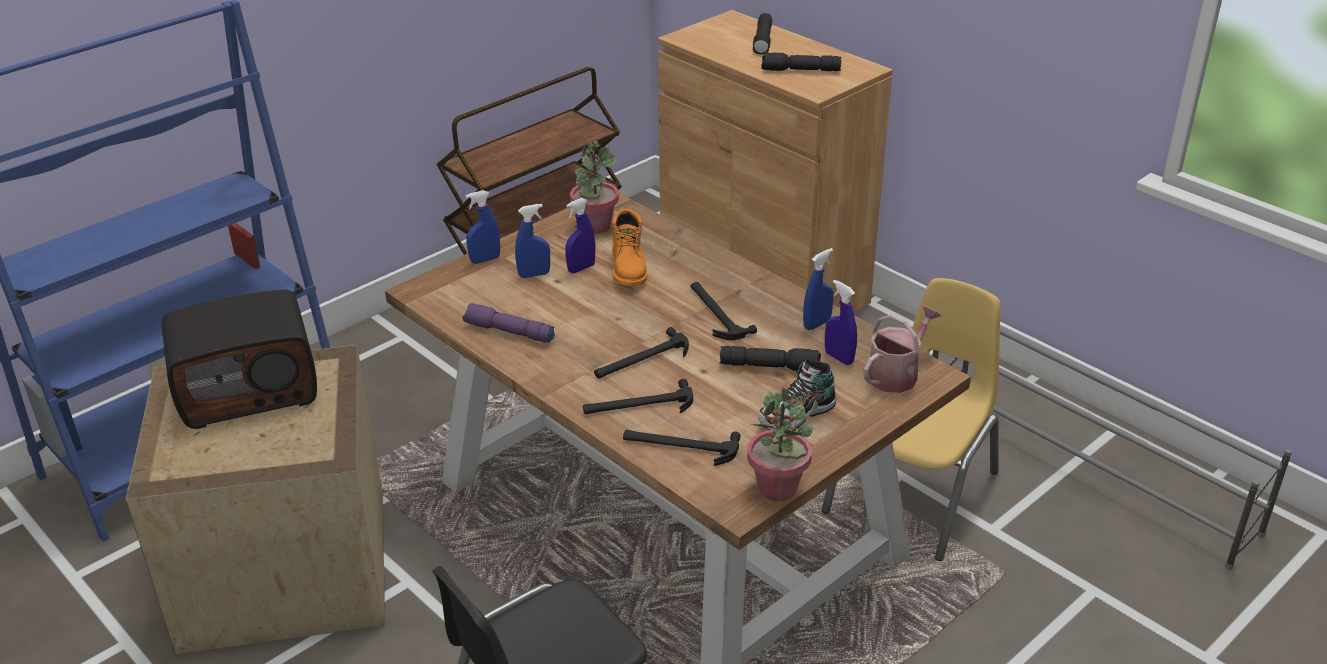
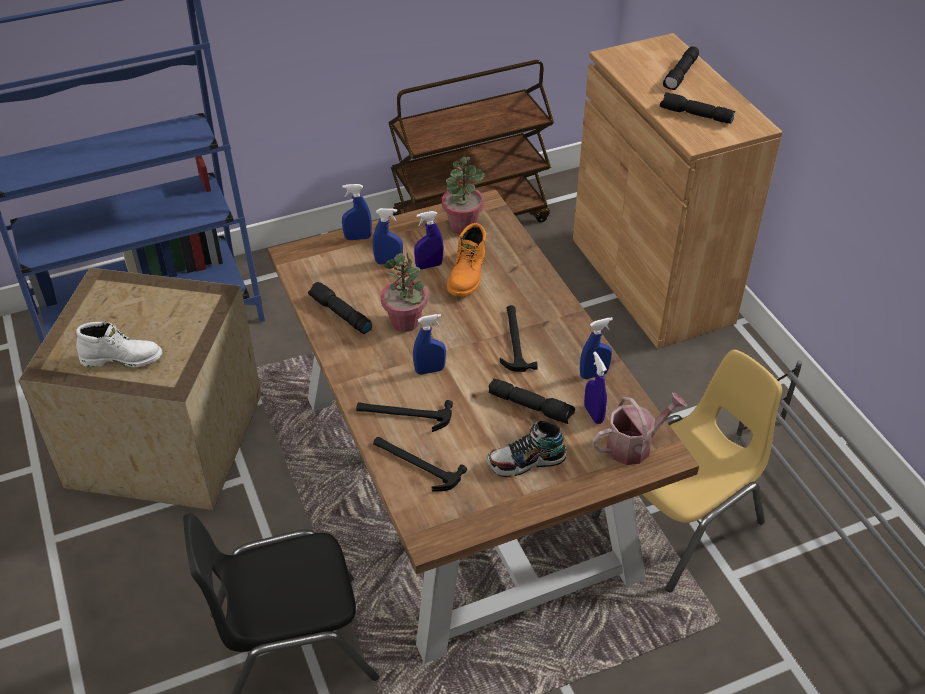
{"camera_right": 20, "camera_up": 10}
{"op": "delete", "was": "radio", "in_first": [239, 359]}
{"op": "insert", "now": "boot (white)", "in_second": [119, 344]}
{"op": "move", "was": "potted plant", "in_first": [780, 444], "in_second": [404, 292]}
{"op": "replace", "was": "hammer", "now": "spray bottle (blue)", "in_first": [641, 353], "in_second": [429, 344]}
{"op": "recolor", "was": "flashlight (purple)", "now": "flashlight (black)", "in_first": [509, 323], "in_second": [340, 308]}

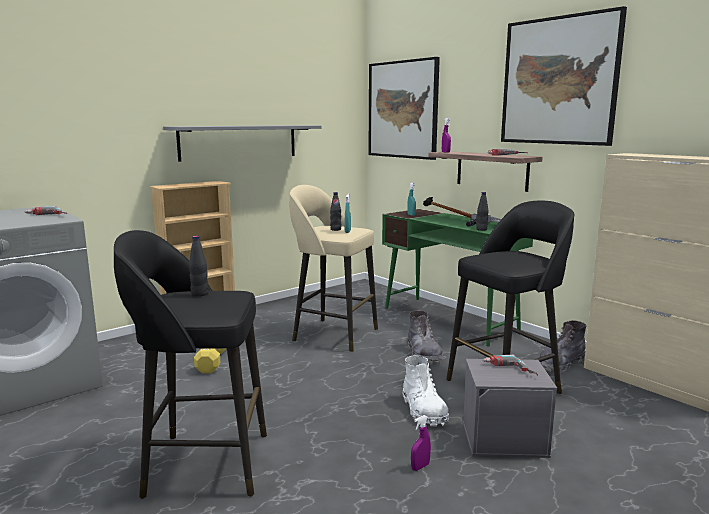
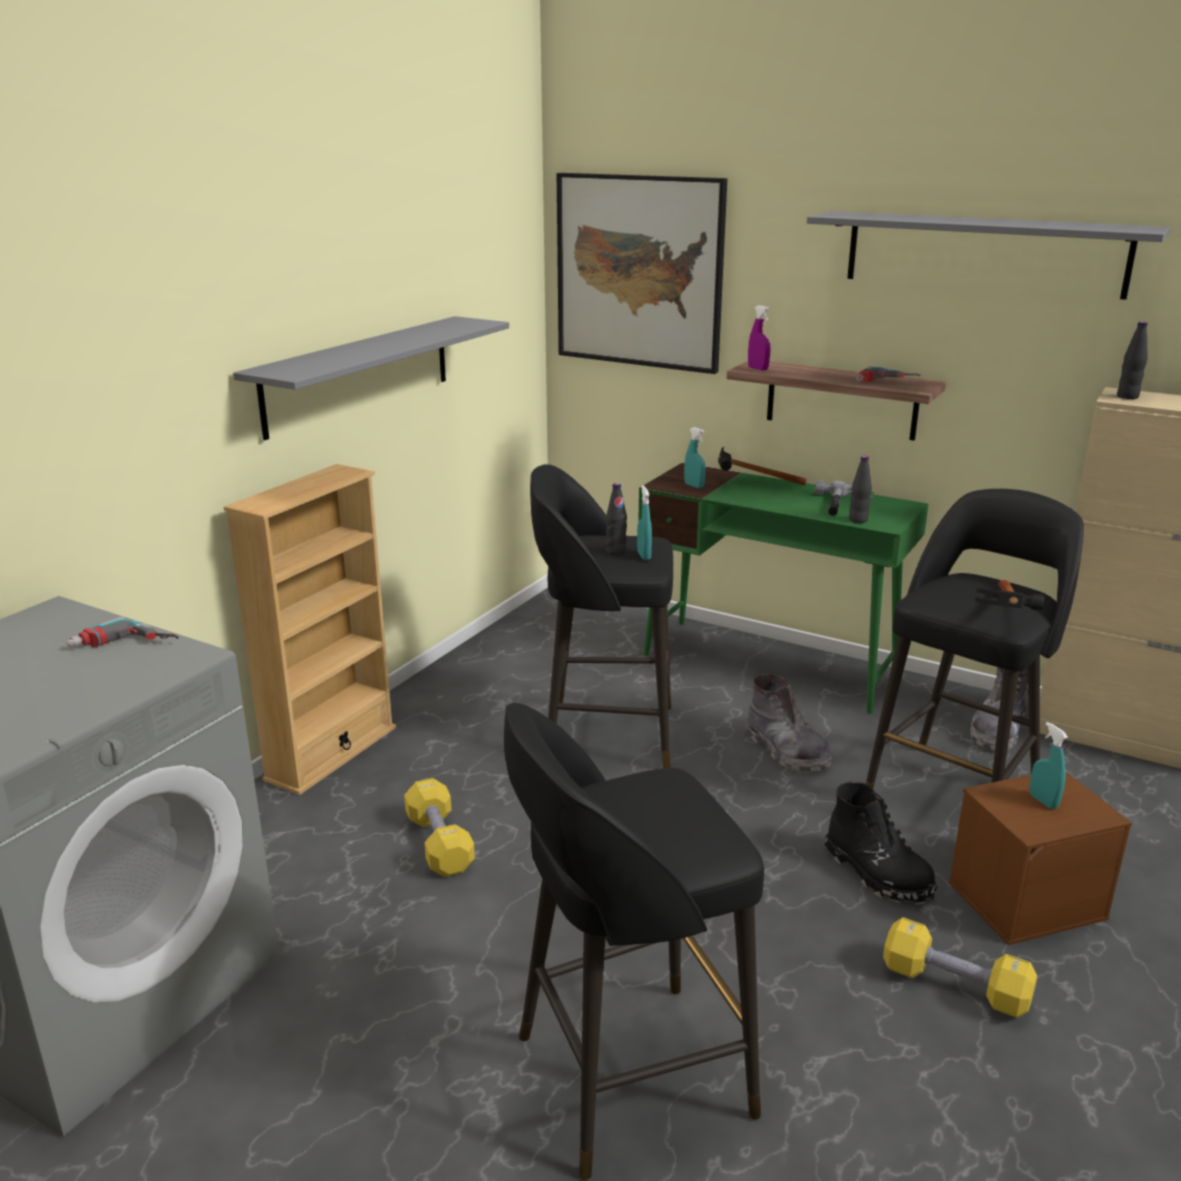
{"camera_right": -20, "camera_up": 10}
{"op": "insert", "now": "hammer", "in_second": [1009, 595]}
{"op": "move", "was": "bottle (black)", "in_first": [198, 266], "in_second": [1132, 360]}
{"op": "replace", "was": "spray bottle (purple)", "now": "dumbbell (yellow)", "in_first": [421, 443], "in_second": [960, 967]}
{"op": "replace", "was": "power drill", "now": "spray bottle (turquoise)", "in_first": [510, 365], "in_second": [1049, 765]}
{"op": "replace", "was": "picture", "now": "shelf (grey)", "in_first": [564, 76], "in_second": [989, 255]}
{"op": "recolor", "was": "stool (beige)", "now": "stool (black)", "in_first": [333, 268], "in_second": [601, 616]}
{"op": "recolor", "was": "boot (white)", "now": "boot (black)", "in_first": [426, 391], "in_second": [881, 843]}
{"op": "recolor", "was": "storage box (grey)", "now": "storage box (brown)", "in_first": [510, 408], "in_second": [1040, 858]}

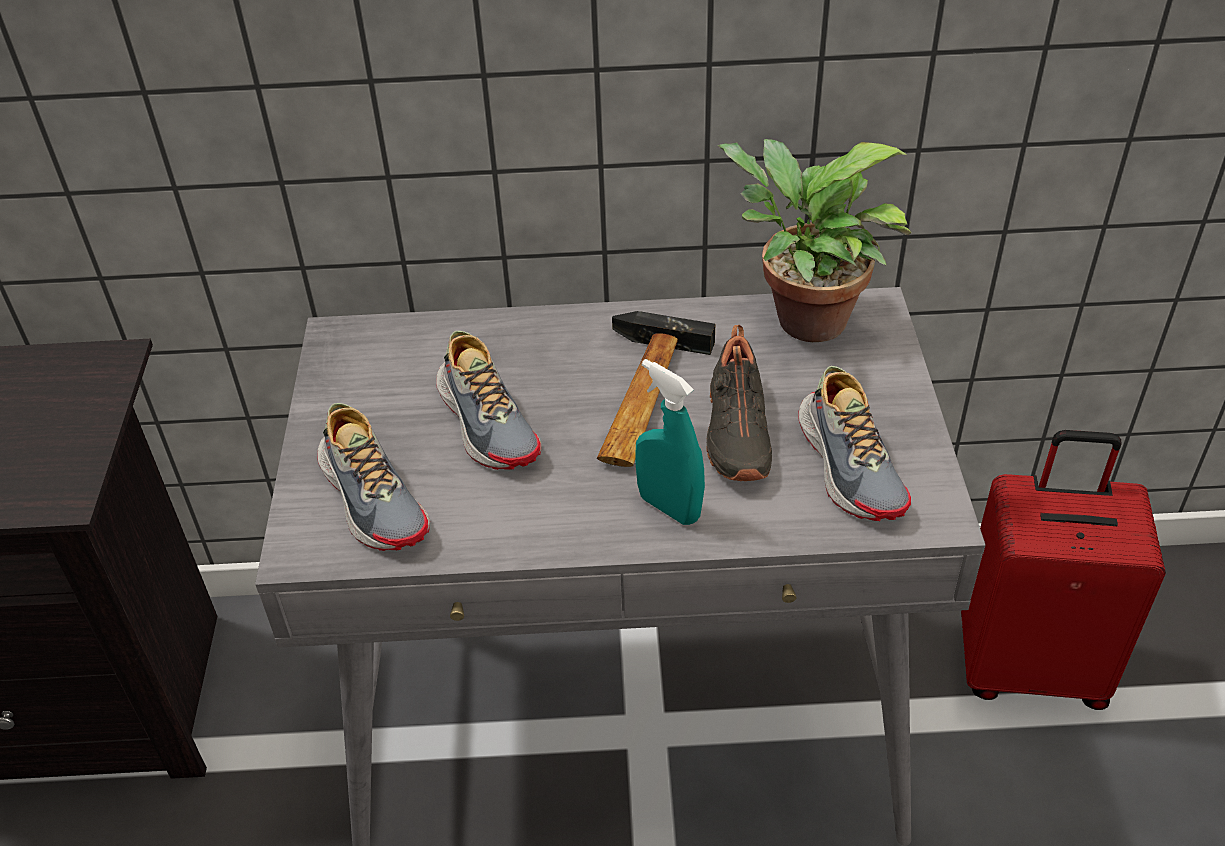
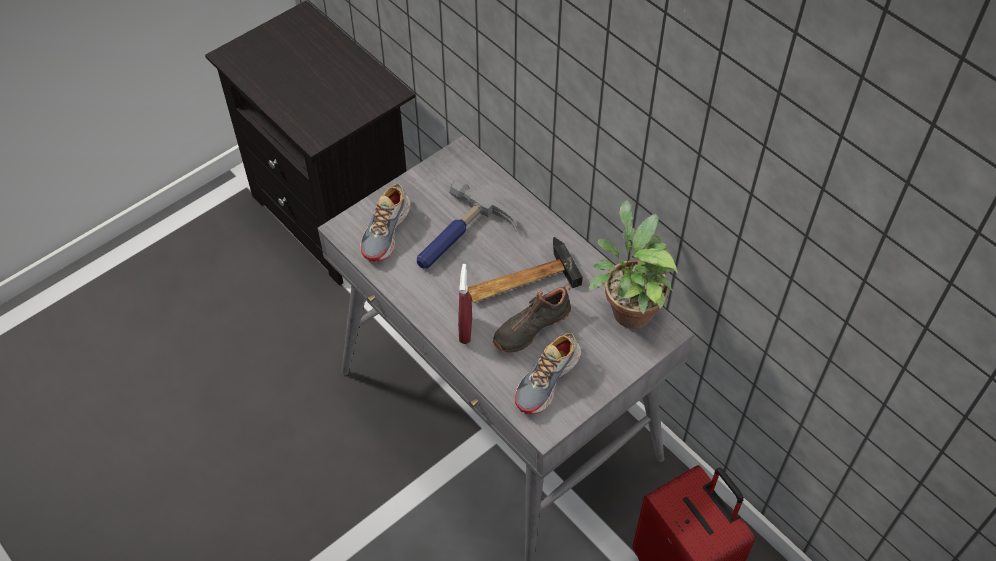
{"camera_right": 50, "camera_up": 10}
{"op": "replace", "was": "shoe", "now": "hammer", "in_first": [489, 400], "in_second": [467, 224]}
{"op": "recolor", "was": "spray bottle (turquoise)", "now": "spray bottle (red)", "in_first": [670, 442], "in_second": [465, 304]}

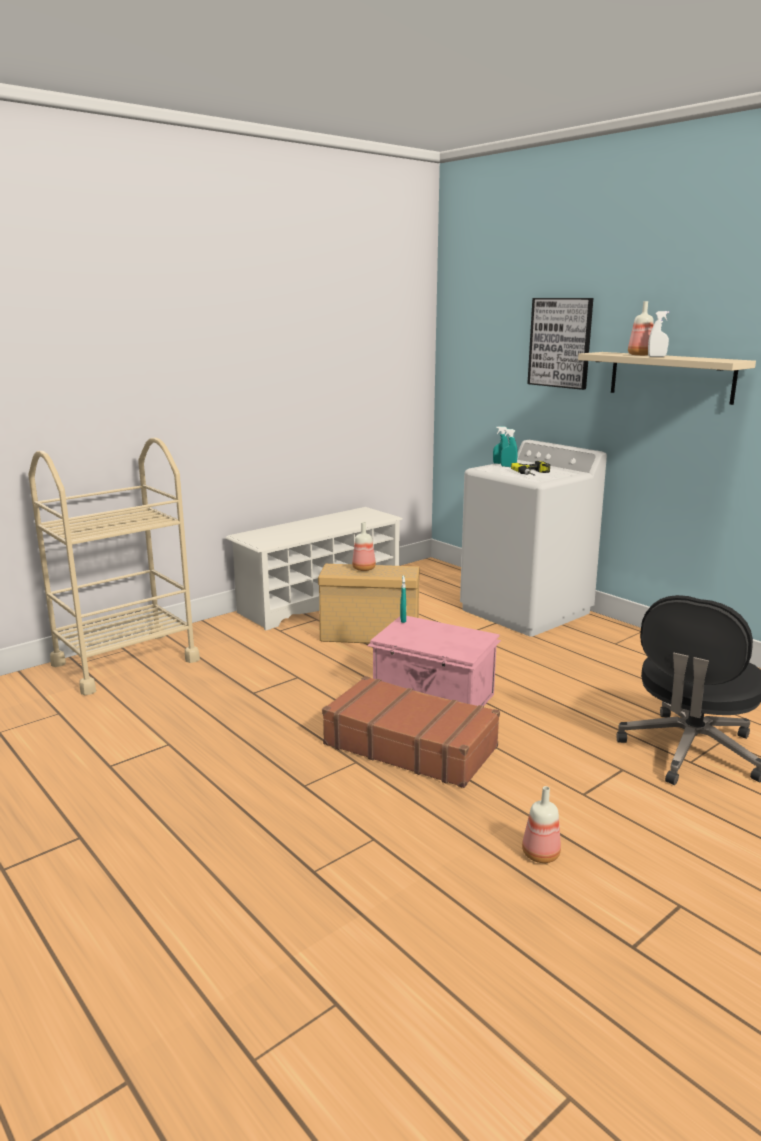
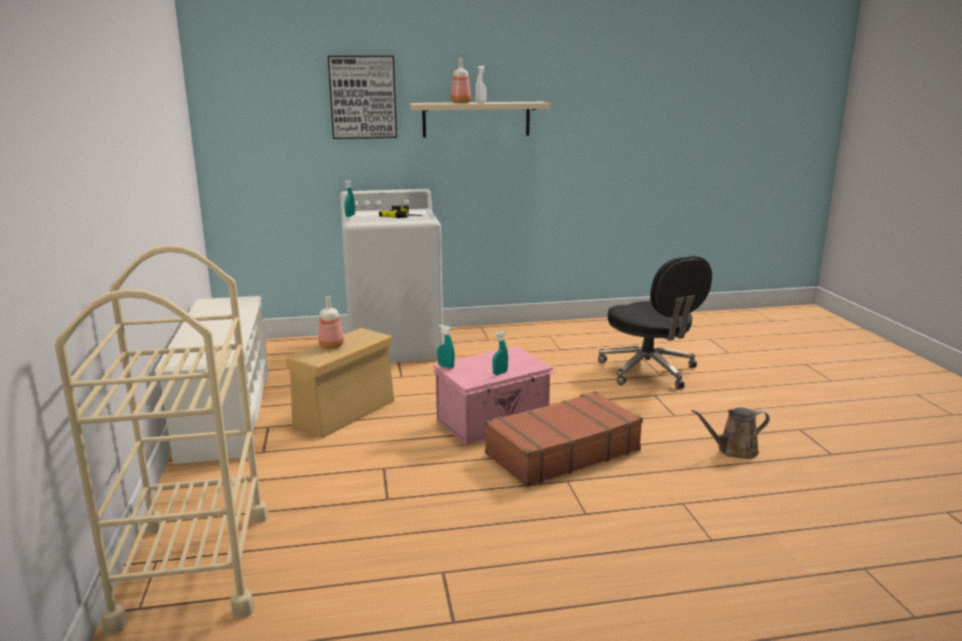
{"camera_right": -60, "camera_up": 0}
{"op": "move", "was": "spray bottle (turquoise)", "in_first": [509, 448], "in_second": [500, 353]}
{"op": "replace", "was": "bottle", "now": "watering can (brown)", "in_first": [541, 824], "in_second": [731, 433]}

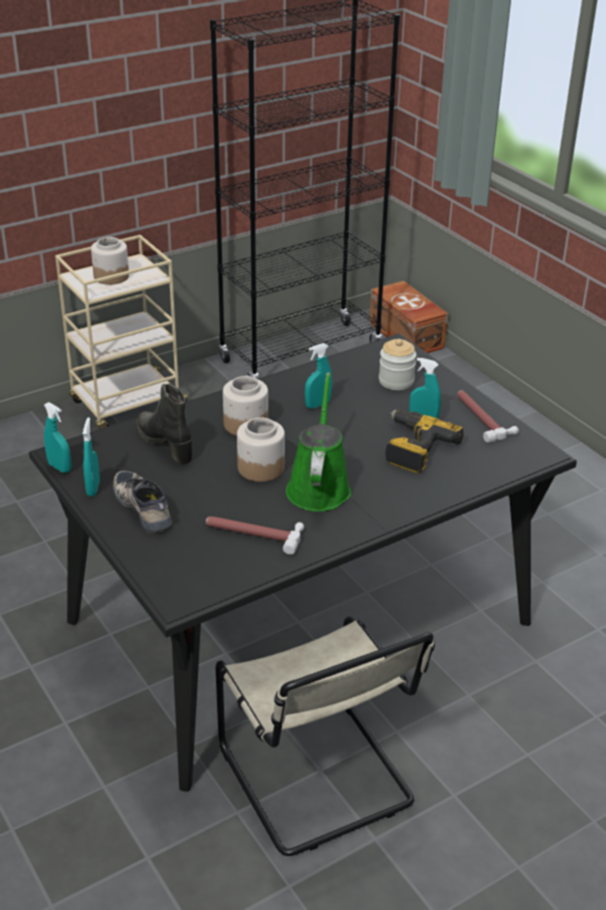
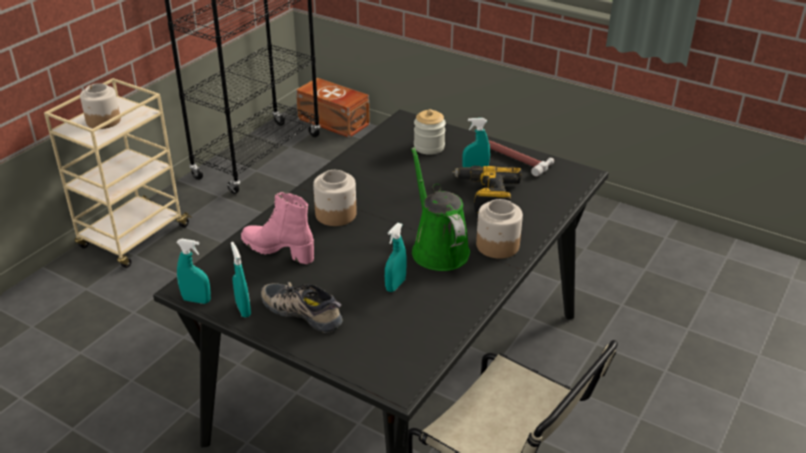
{"camera_right": -25, "camera_up": 0}
{"op": "delete", "was": "hammer", "in_first": [255, 535]}
{"op": "move", "was": "jar", "in_first": [261, 449], "in_second": [499, 229]}
{"op": "move", "was": "spray bottle (turquoise)", "in_first": [318, 376], "in_second": [396, 257]}
{"op": "recolor", "was": "boot (black)", "now": "boot (pink)", "in_first": [164, 424], "in_second": [277, 228]}

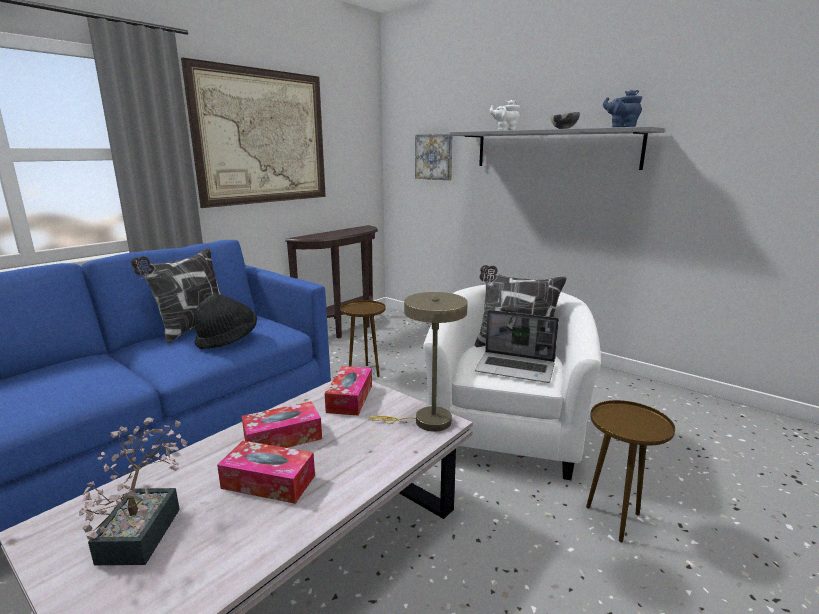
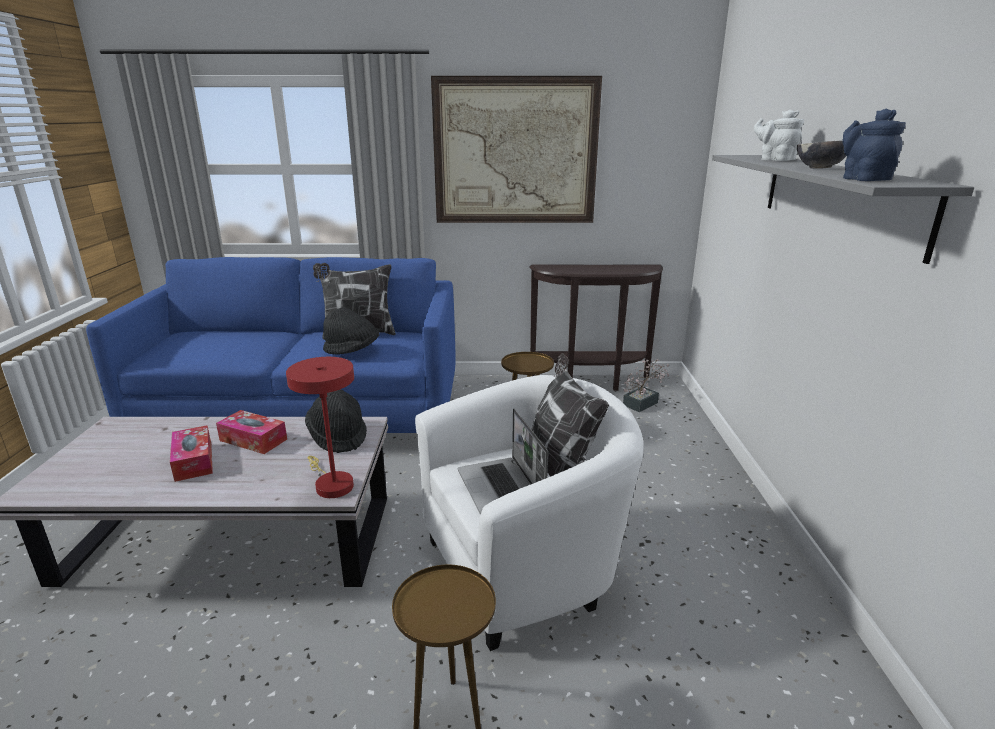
{"camera_right": 50, "camera_up": 5}
{"op": "delete", "was": "picture", "in_first": [434, 157]}
{"op": "move", "was": "potted plant", "in_first": [133, 491], "in_second": [646, 385]}
{"op": "replace", "was": "tissue box", "now": "hat (black)", "in_first": [348, 390], "in_second": [336, 421]}
{"op": "recolor", "was": "table lamp (beige)", "now": "table lamp (red)", "in_first": [418, 362], "in_second": [320, 427]}

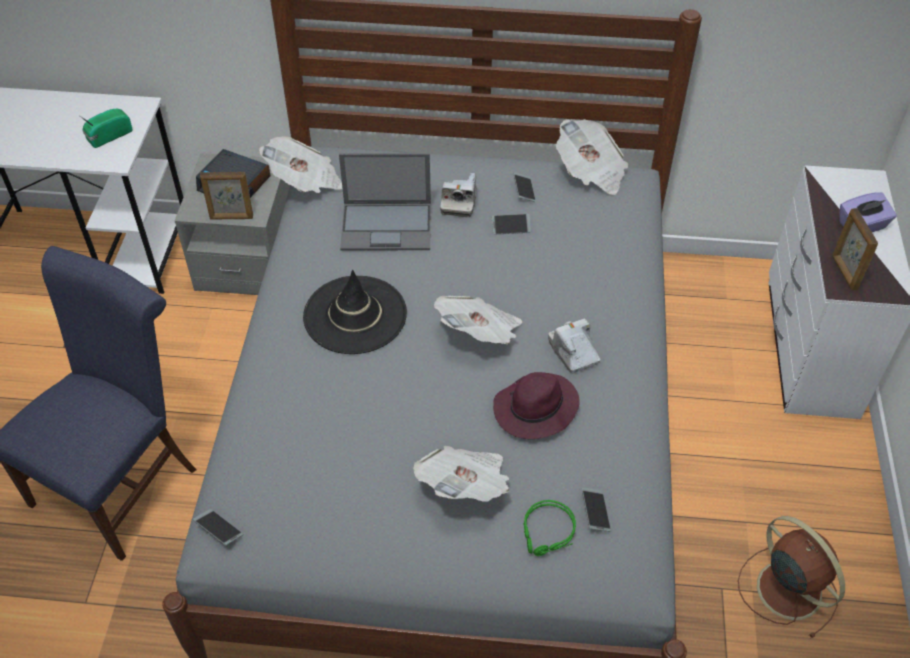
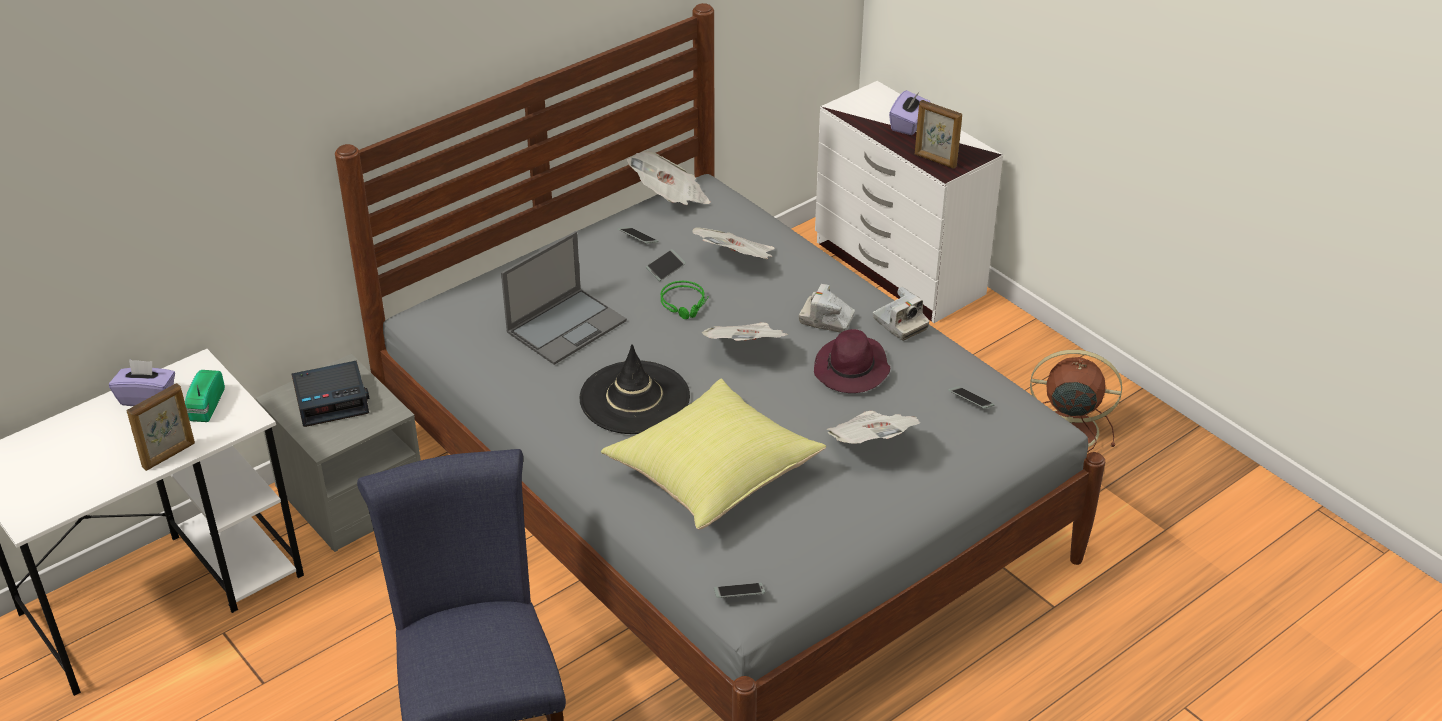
{"camera_right": -45, "camera_up": -10}
{"op": "insert", "now": "tissue box (purple)", "in_second": [142, 382]}
{"op": "insert", "now": "pillow (yellow)", "in_second": [713, 454]}
{"op": "move", "was": "picture frame", "in_first": [226, 195], "in_second": [161, 427]}
{"op": "move", "was": "newspaper", "in_first": [301, 164], "in_second": [733, 243]}
{"op": "move", "was": "photo camera", "in_first": [458, 195], "in_second": [901, 314]}
{"op": "move", "was": "headphones (green)", "in_first": [549, 528], "in_second": [684, 300]}

